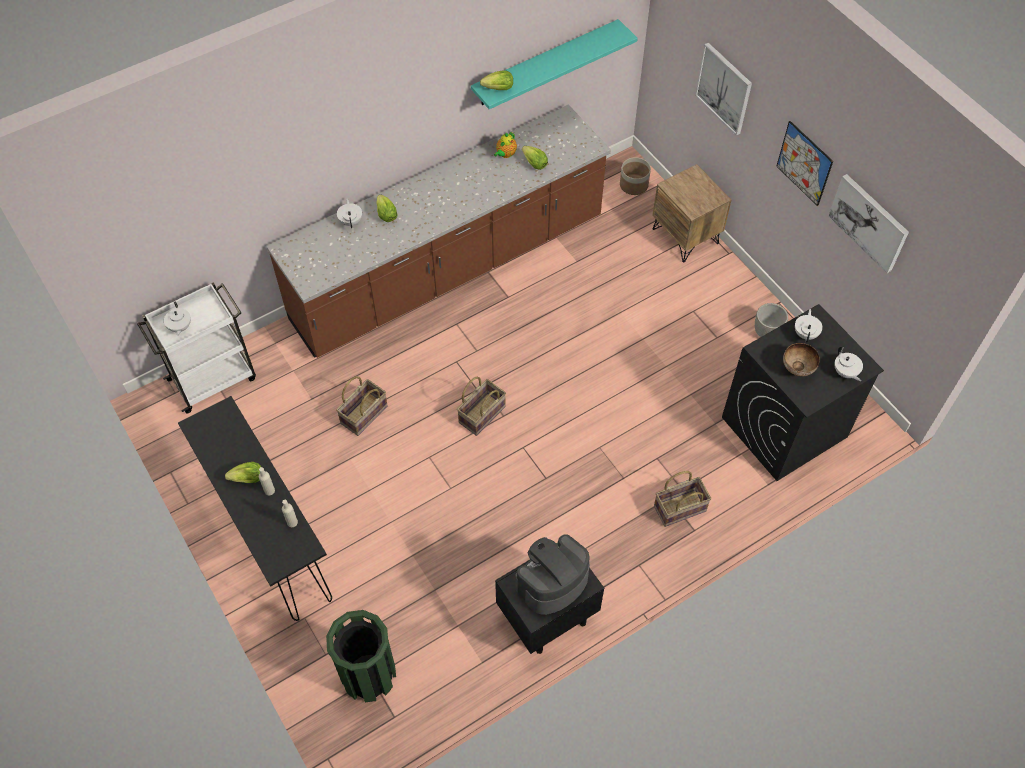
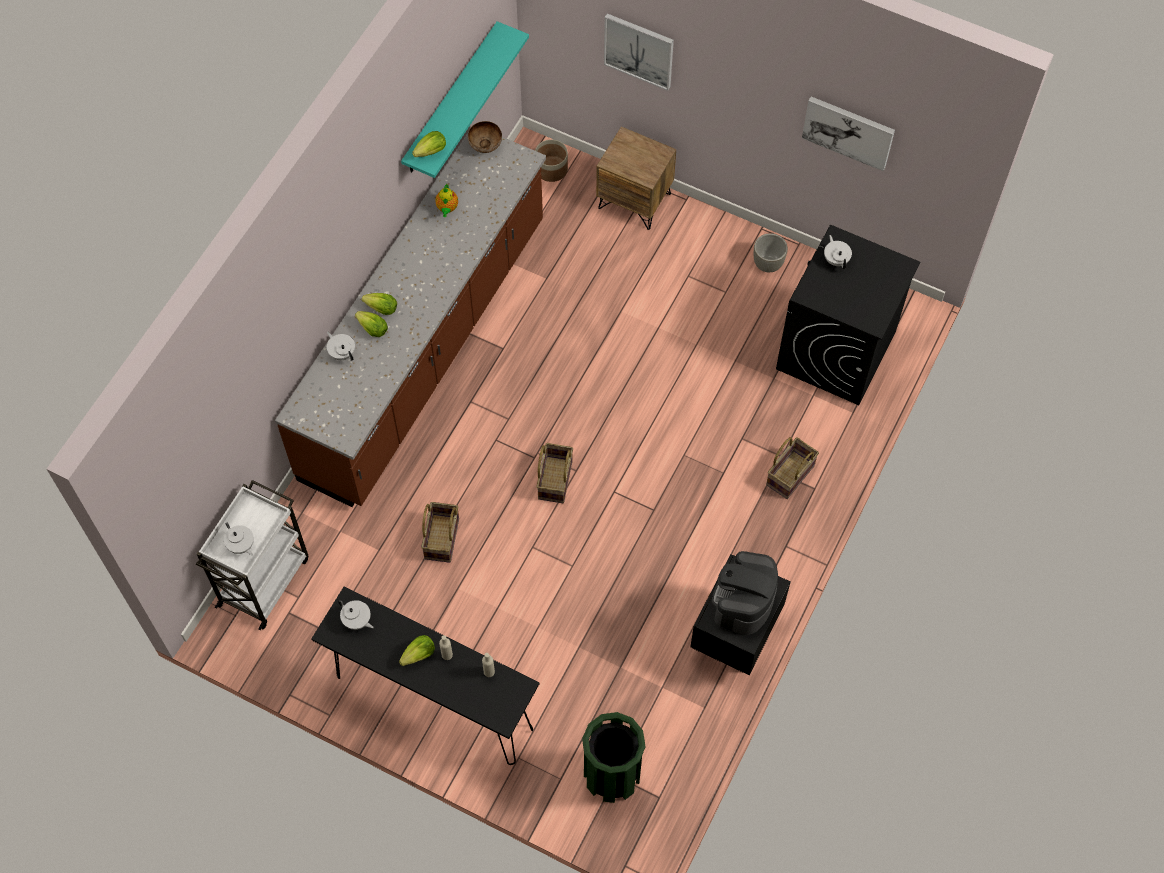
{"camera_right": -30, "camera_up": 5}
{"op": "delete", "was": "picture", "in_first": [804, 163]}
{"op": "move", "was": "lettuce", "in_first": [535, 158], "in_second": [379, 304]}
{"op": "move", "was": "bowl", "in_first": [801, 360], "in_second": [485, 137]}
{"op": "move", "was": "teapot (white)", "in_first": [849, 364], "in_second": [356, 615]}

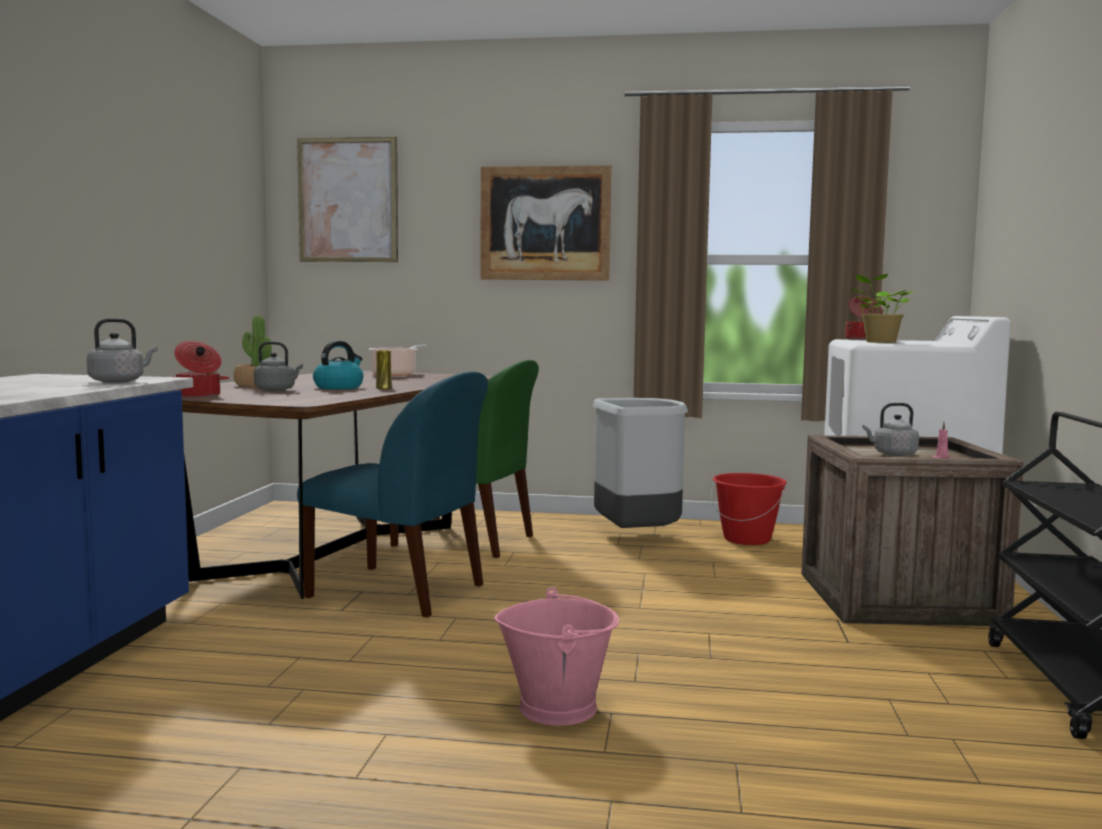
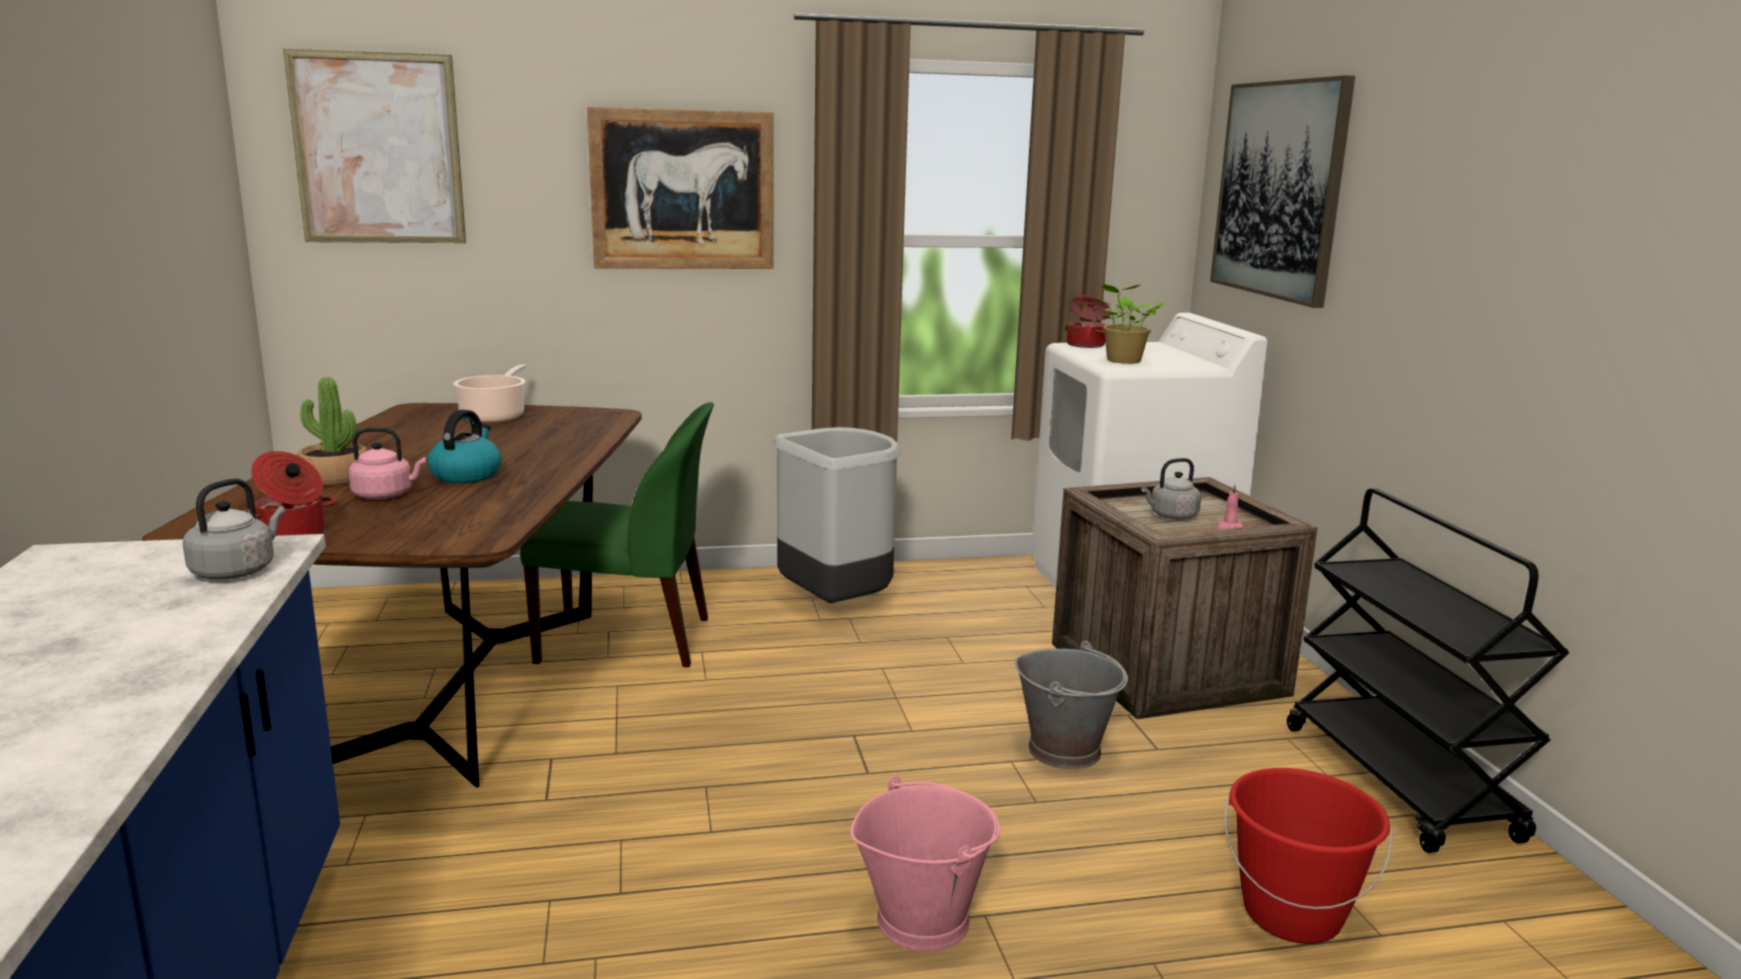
{"camera_right": -20, "camera_up": 10}
{"op": "delete", "was": "chair (blue)", "in_first": [392, 495]}
{"op": "delete", "was": "vase (yellow)", "in_first": [384, 369]}
{"op": "insert", "now": "bucket (grey)", "in_second": [1071, 705]}
{"op": "insert", "now": "picture", "in_second": [1282, 191]}
{"op": "move", "was": "bucket (red)", "in_first": [749, 509], "in_second": [1308, 856]}
{"op": "recolor", "was": "kettle (grey)", "now": "kettle (pink)", "in_first": [278, 366], "in_second": [387, 463]}

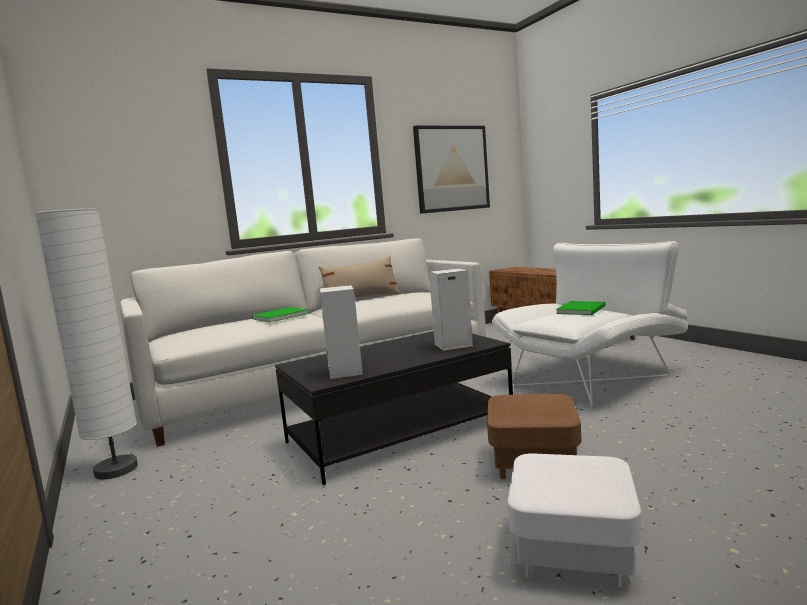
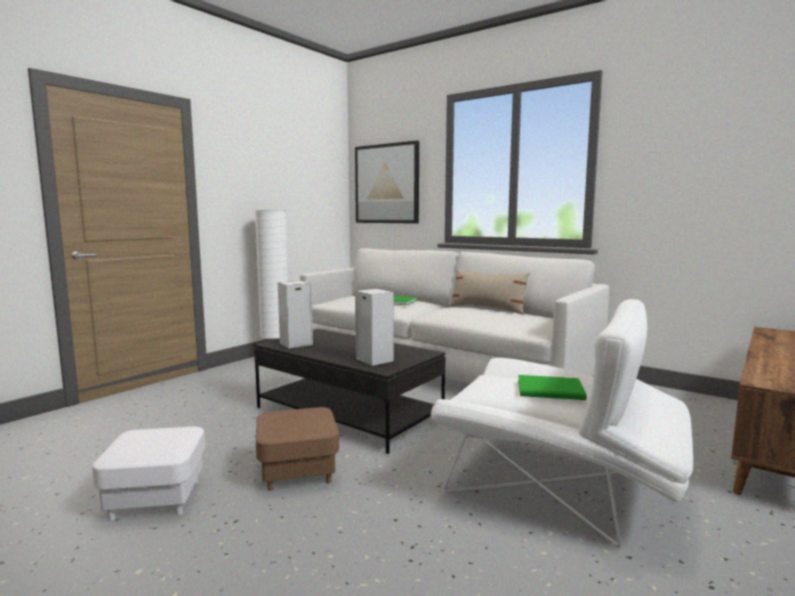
{"camera_right": 65, "camera_up": 0}
{"op": "move", "was": "picture", "in_first": [451, 170], "in_second": [387, 182]}

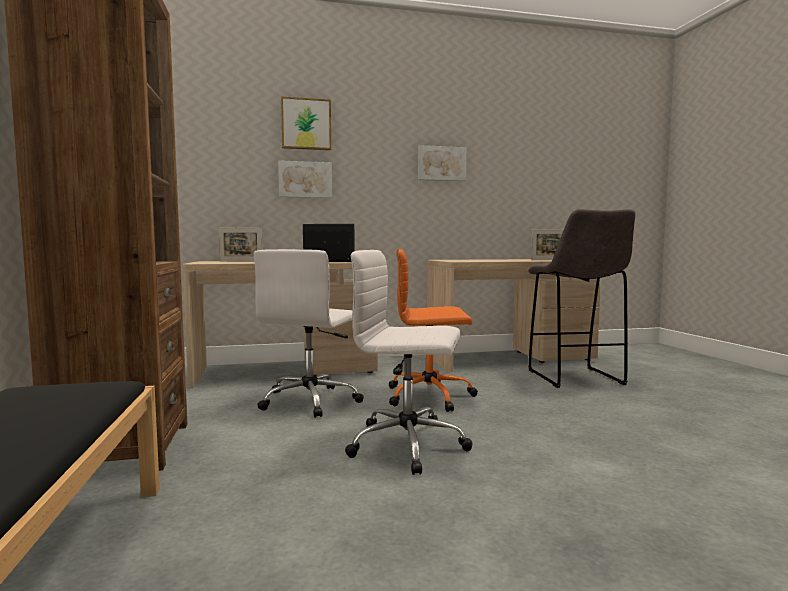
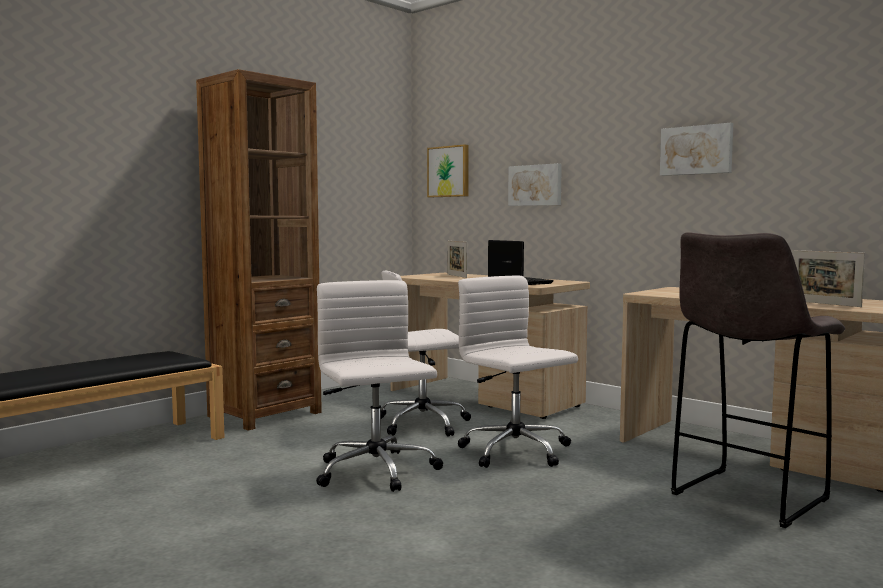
{"camera_right": 55, "camera_up": 0}
{"op": "move", "was": "picture", "in_first": [306, 123], "in_second": [448, 170]}
{"op": "recolor", "was": "office chair (orange)", "now": "office chair (white)", "in_first": [433, 330], "in_second": [518, 371]}

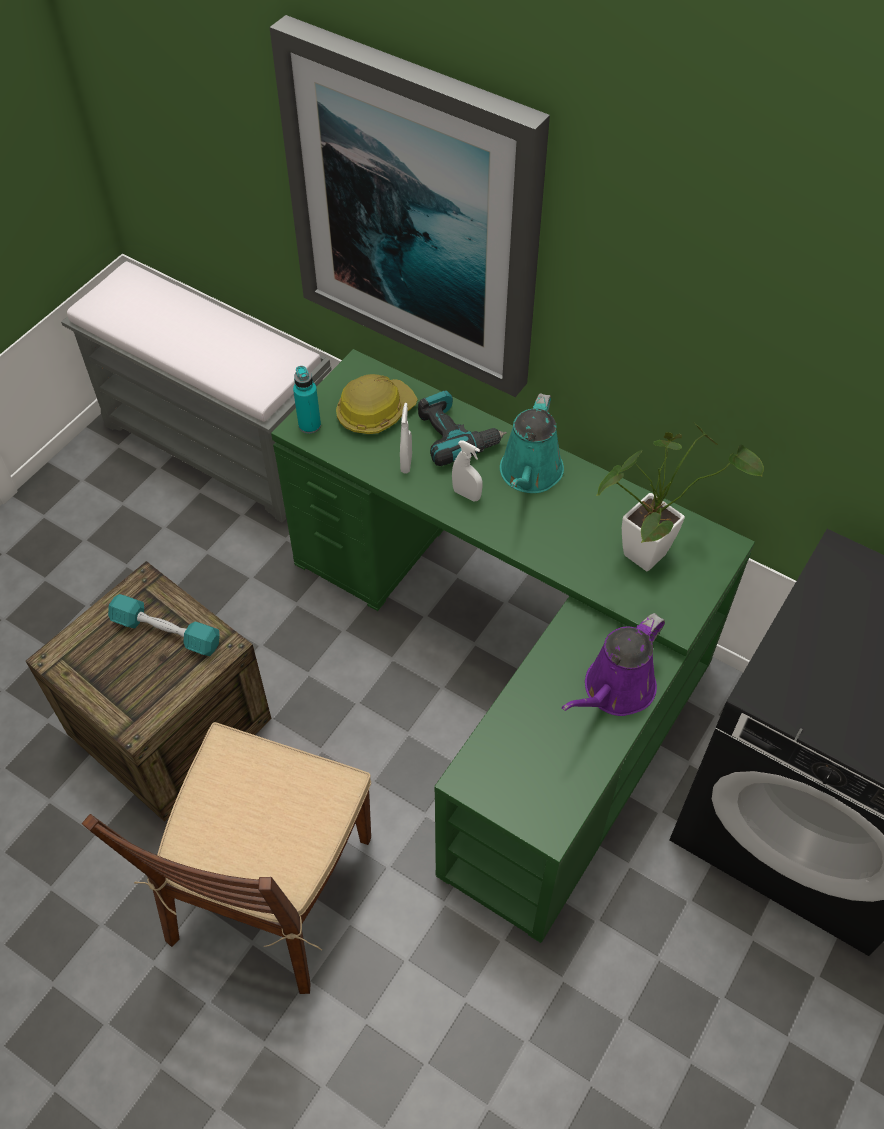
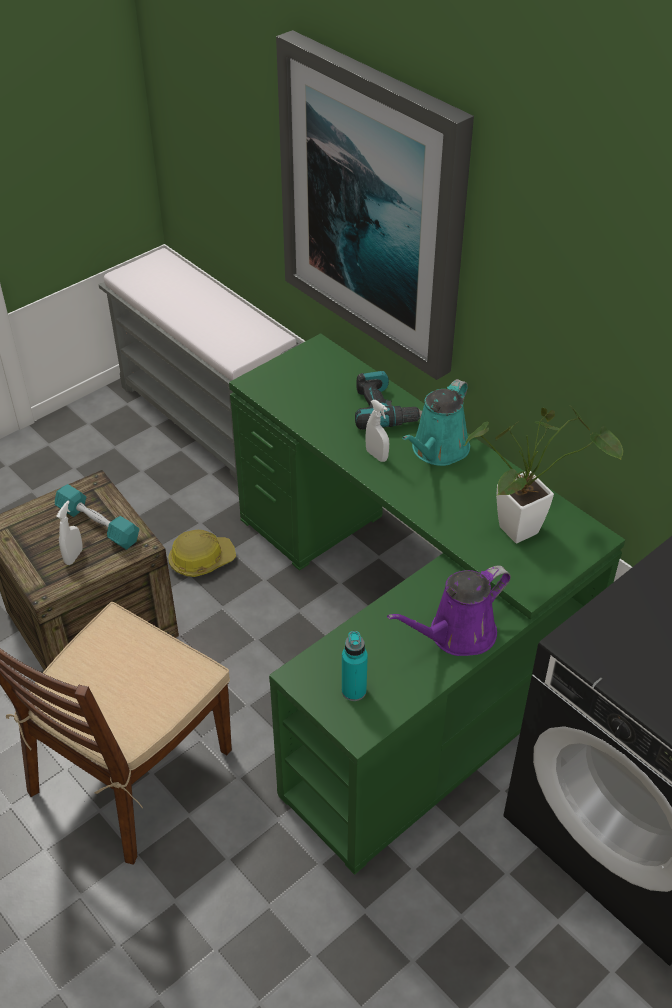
{"camera_right": 15, "camera_up": -10}
{"op": "move", "was": "bottle (turquoise)", "in_first": [307, 400], "in_second": [355, 666]}
{"op": "move", "was": "hard hat", "in_first": [377, 404], "in_second": [202, 553]}
{"op": "move", "was": "spray bottle (white)", "in_first": [406, 438], "in_second": [69, 533]}

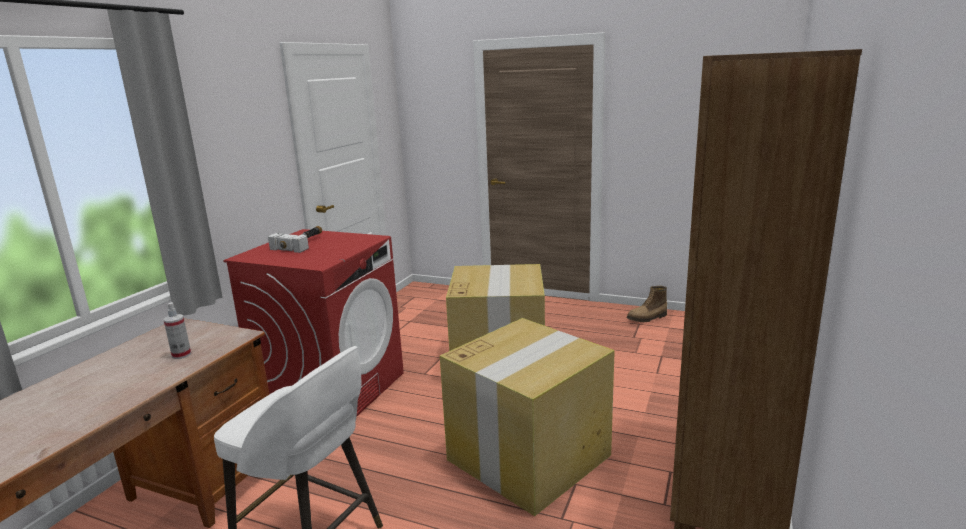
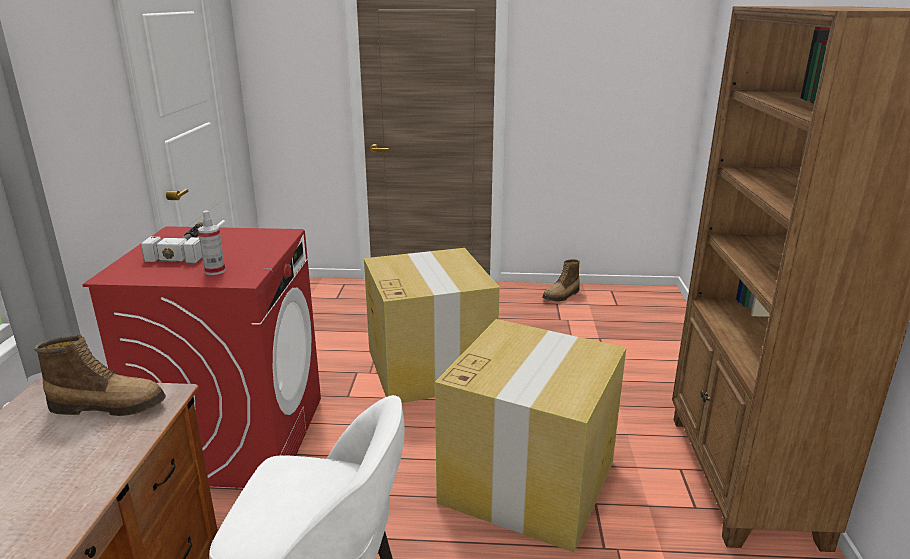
{"camera_right": -20, "camera_up": 5}
{"op": "insert", "now": "boot", "in_second": [100, 375]}
{"op": "move", "was": "spray bottle", "in_first": [177, 330], "in_second": [211, 242]}

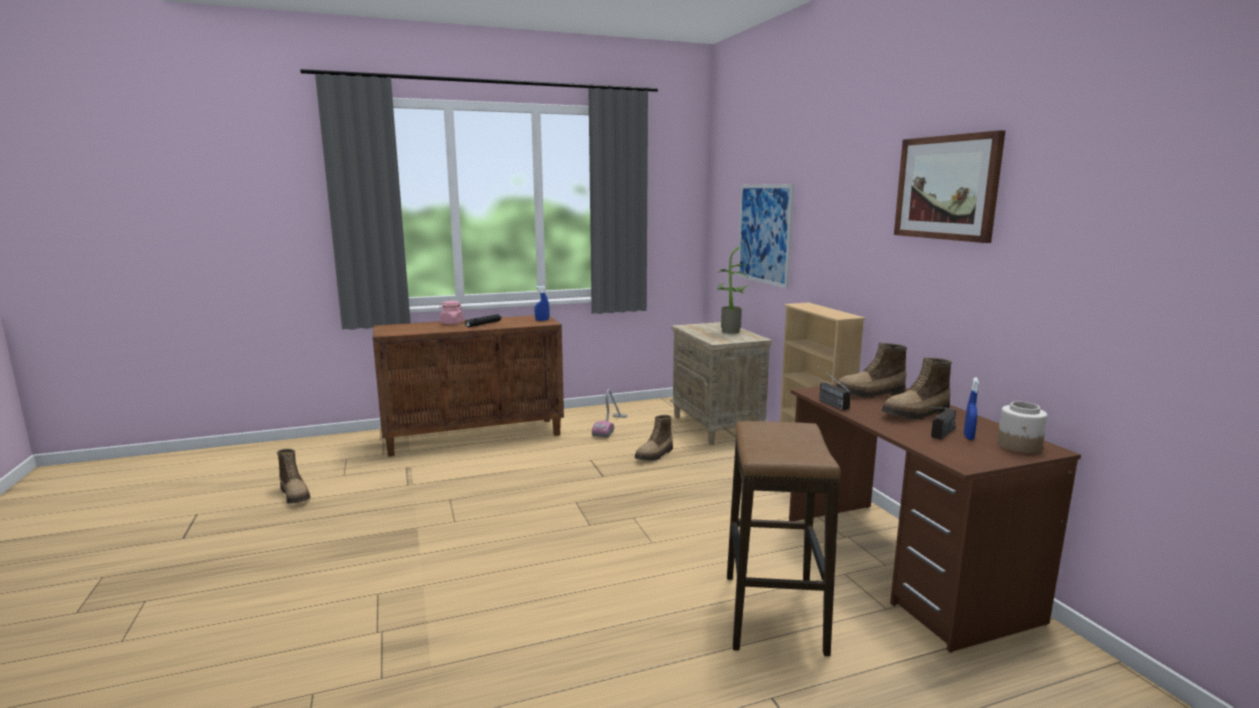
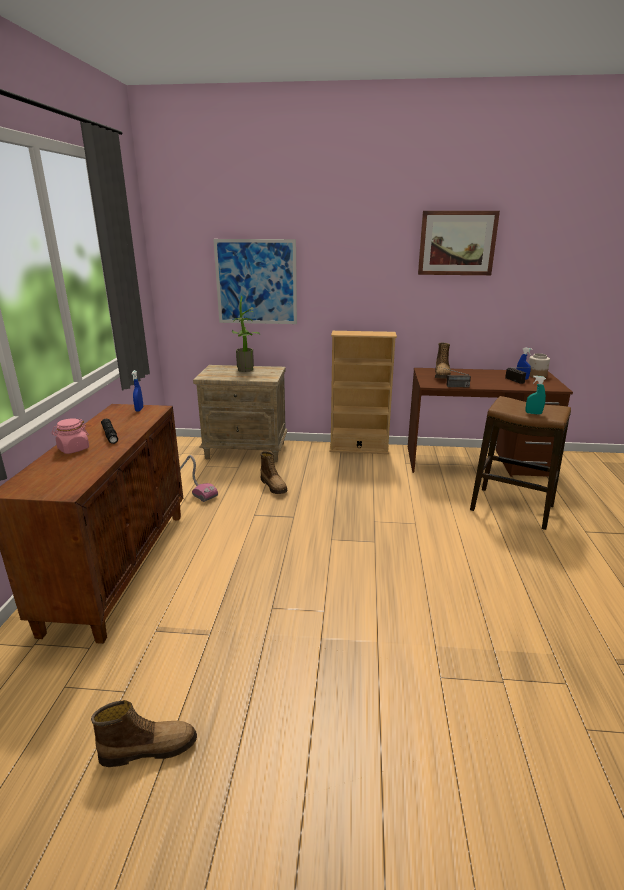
{"camera_right": -65, "camera_up": 10}
{"op": "delete", "was": "boot", "in_first": [916, 389]}
{"op": "insert", "now": "spray bottle (turquoise)", "in_second": [536, 395]}

